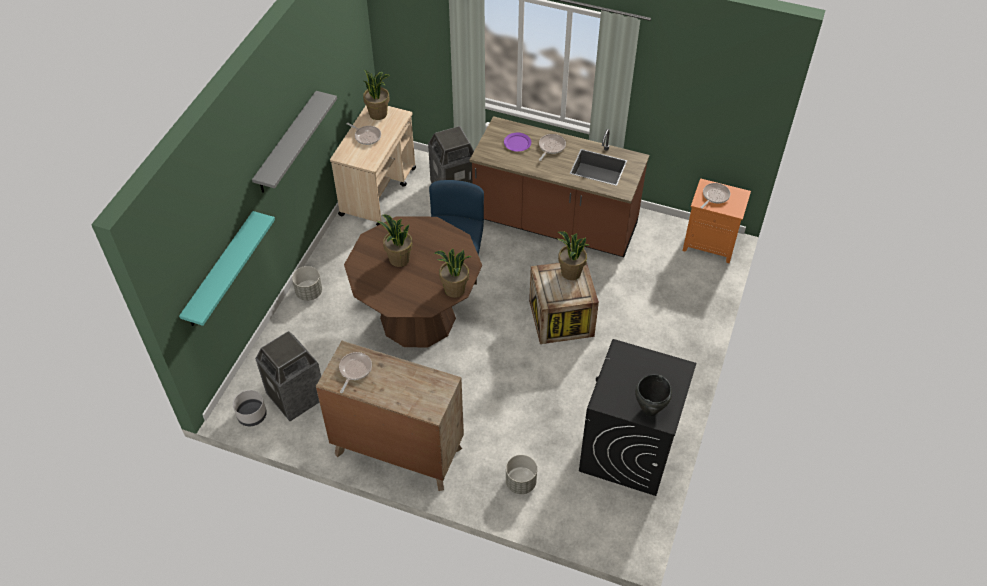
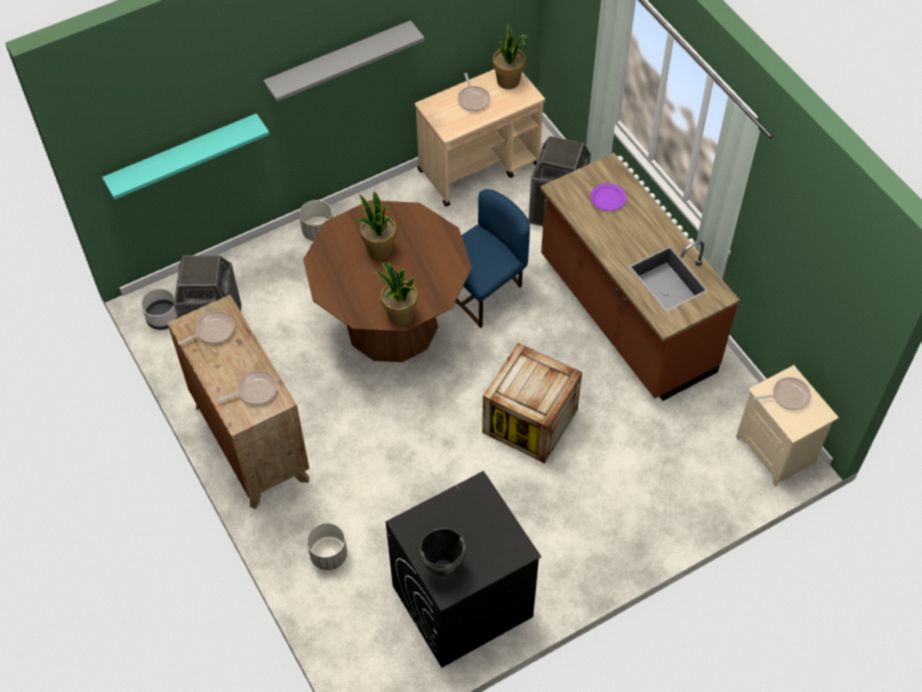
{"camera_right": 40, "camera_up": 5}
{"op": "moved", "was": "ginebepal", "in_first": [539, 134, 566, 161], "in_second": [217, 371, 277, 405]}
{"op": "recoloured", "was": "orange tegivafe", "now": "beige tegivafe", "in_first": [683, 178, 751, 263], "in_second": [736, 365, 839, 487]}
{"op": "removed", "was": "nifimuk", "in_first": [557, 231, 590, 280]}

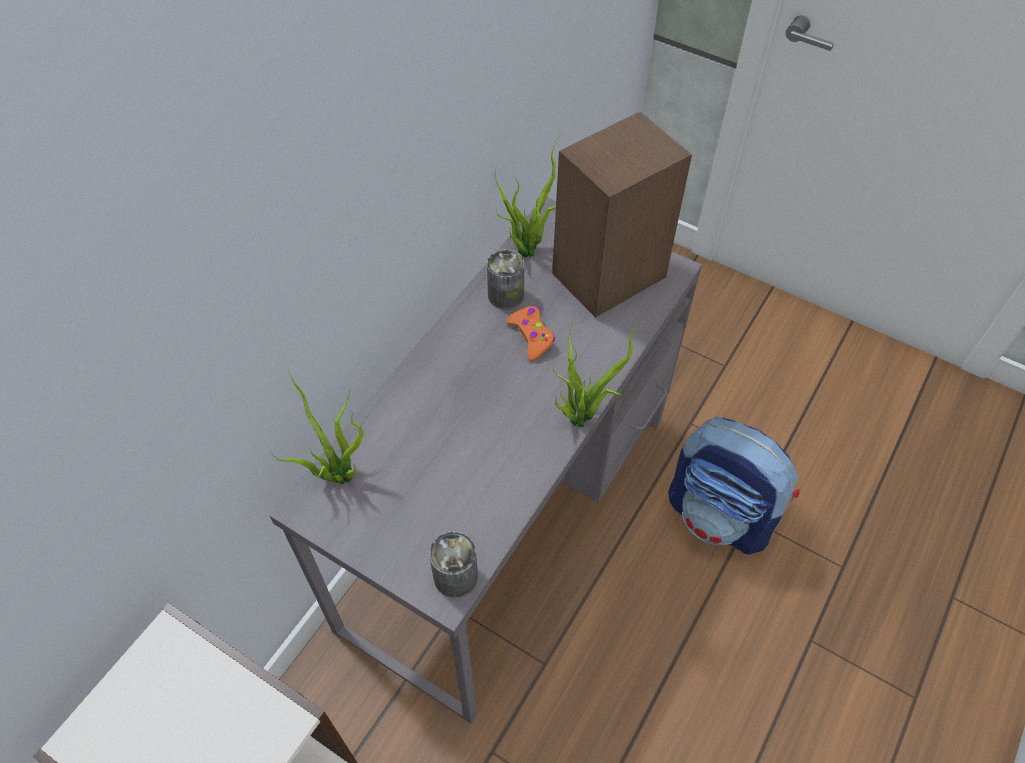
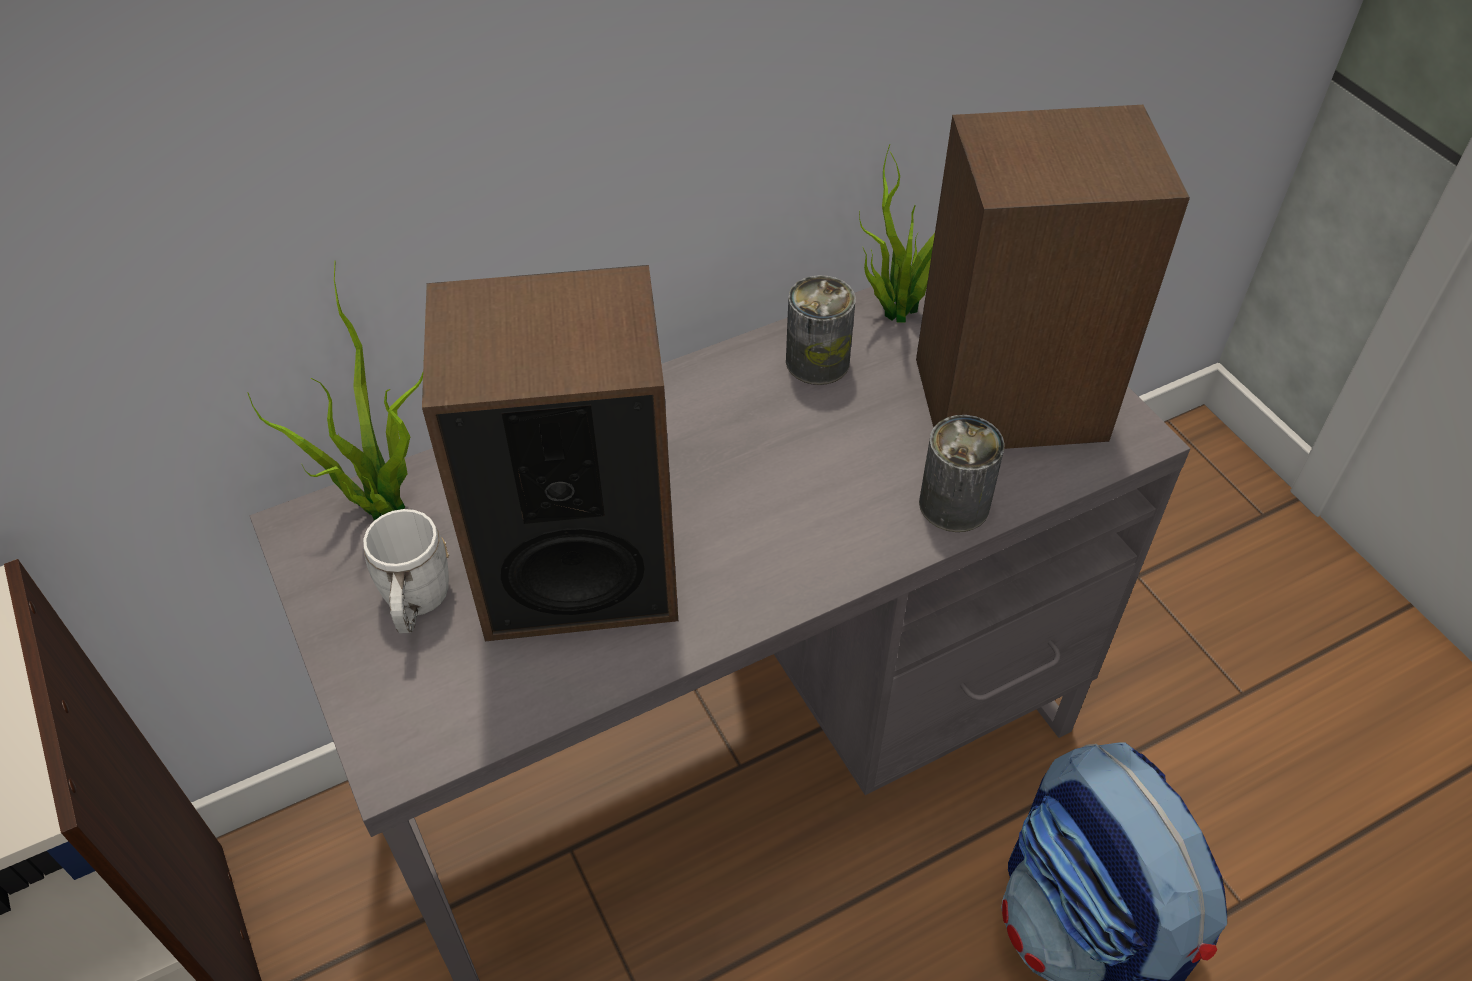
{"camera_right": 30, "camera_up": -5}
{"op": "removed", "was": "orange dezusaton", "in_first": [507, 306, 555, 361]}
{"op": "removed", "was": "nifimuk", "in_first": [553, 318, 647, 427]}
{"op": "moved", "was": "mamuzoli", "in_first": [429, 531, 478, 598], "in_second": [919, 415, 1005, 532]}
{"op": "added", "now": "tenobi", "in_second": [422, 265, 678, 641]}
{"op": "added", "now": "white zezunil", "in_second": [363, 509, 449, 633]}

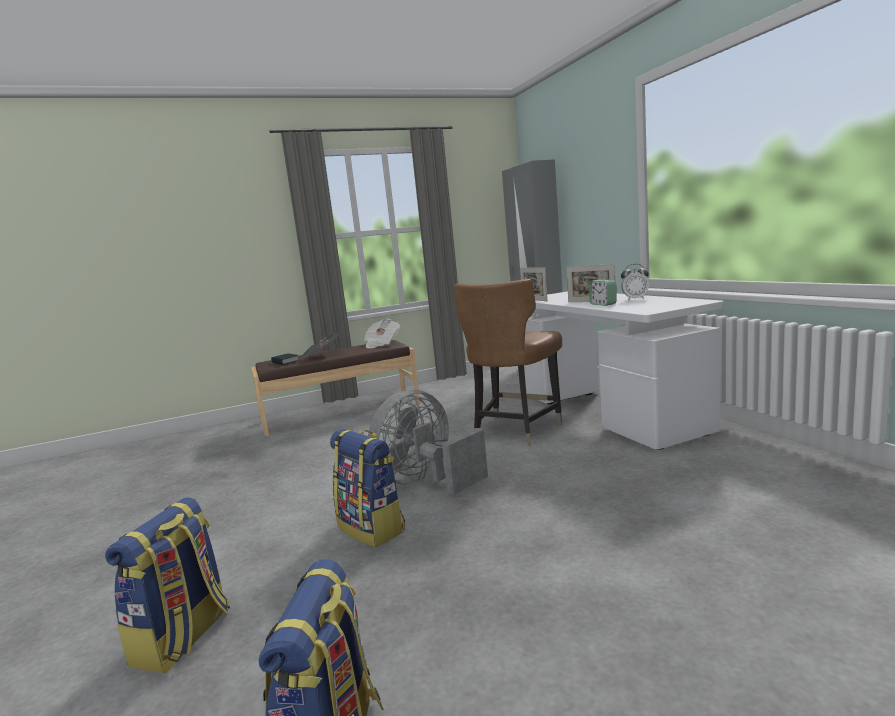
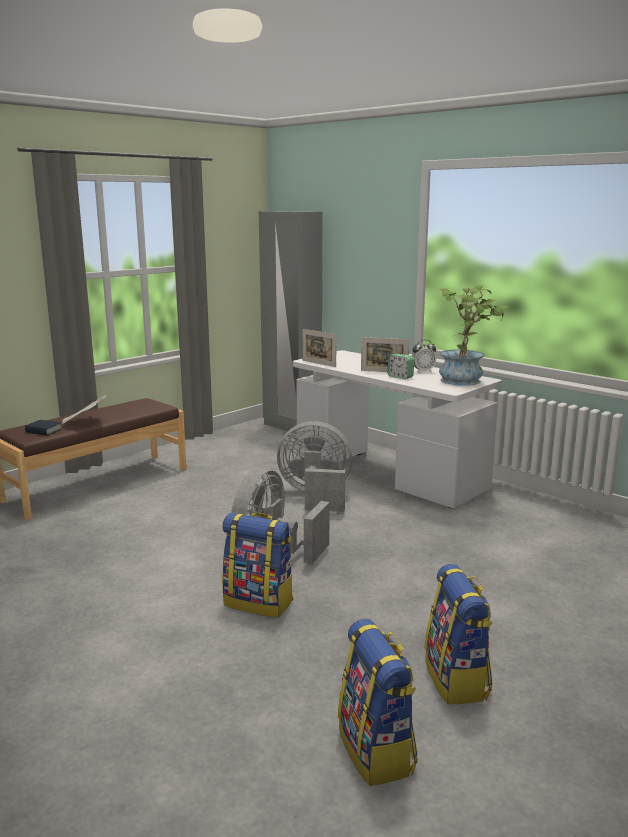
{"camera_right": -25, "camera_up": 5}
{"op": "replaced", "was": "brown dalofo", "now": "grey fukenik", "in_first": [453, 279, 562, 446], "in_second": [277, 421, 352, 512]}
{"op": "removed", "was": "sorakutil", "in_first": [364, 319, 400, 348]}
{"op": "moved", "was": "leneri", "in_first": [105, 497, 230, 673], "in_second": [425, 564, 493, 704]}
{"op": "added", "now": "nifimuk", "in_second": [438, 285, 509, 386]}

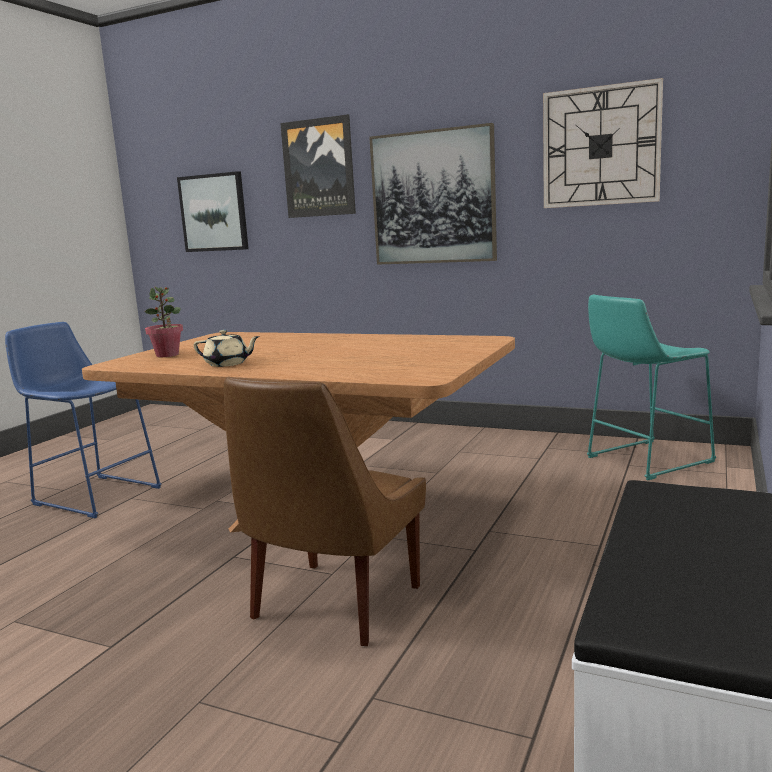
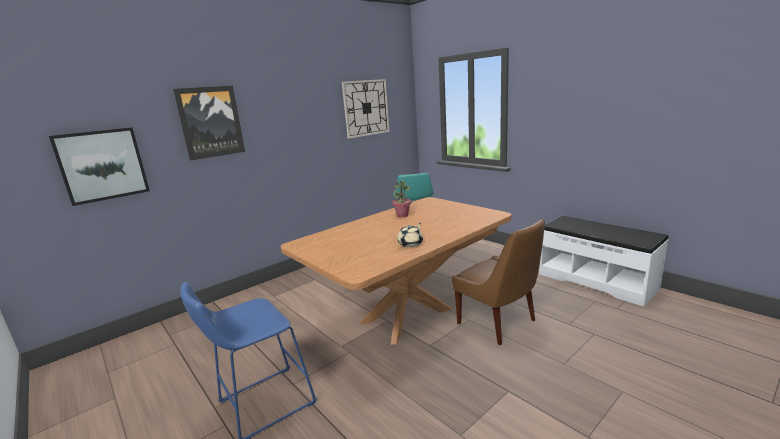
{"camera_right": -65, "camera_up": 5}
{"op": "removed", "was": "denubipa", "in_first": [369, 123, 497, 265]}
{"op": "moved", "was": "nifimuk", "in_first": [145, 287, 183, 357], "in_second": [392, 180, 411, 217]}

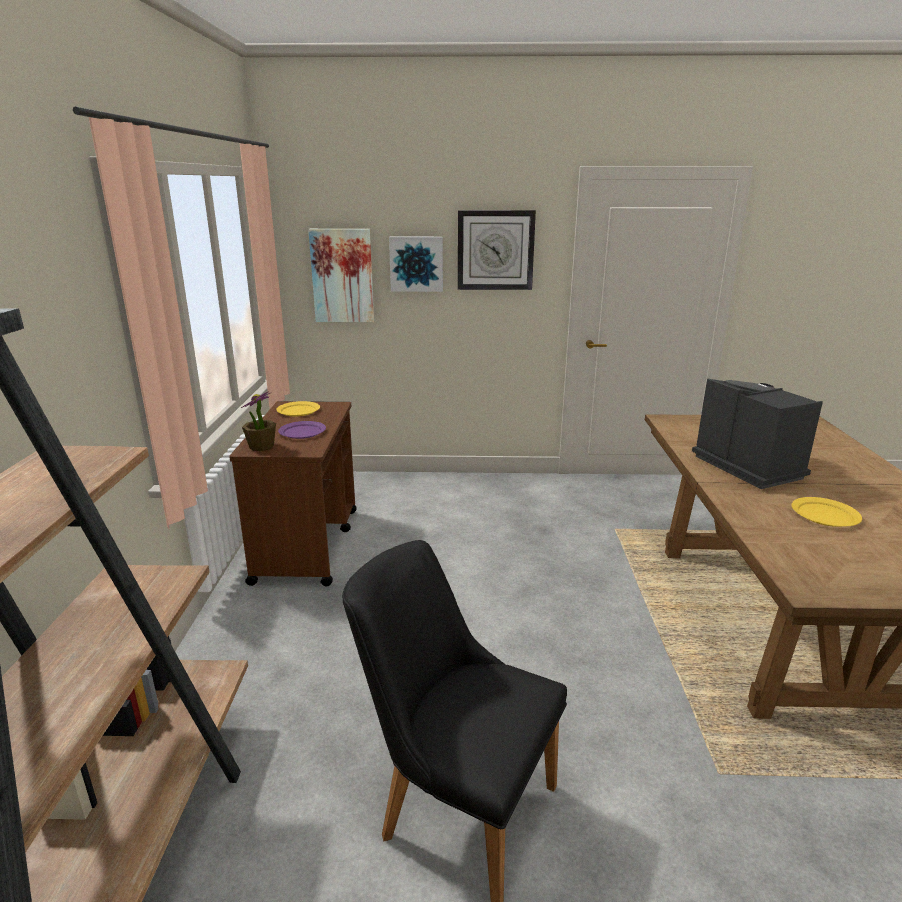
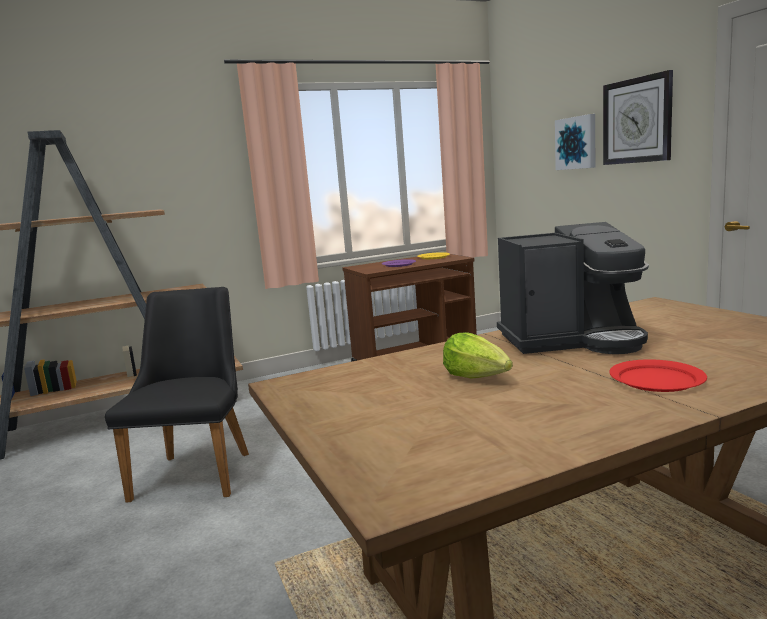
{"camera_right": 65, "camera_up": -10}
{"op": "removed", "was": "denubipa", "in_first": [308, 229, 374, 322]}
{"op": "turned", "was": "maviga", "in_first": [692, 379, 823, 489], "in_second": [497, 222, 649, 354], "clockwise": 45}
{"op": "removed", "was": "nifimuk", "in_first": [241, 392, 276, 451]}
{"op": "replaced", "was": "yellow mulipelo", "now": "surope", "in_first": [792, 497, 862, 527], "in_second": [443, 332, 513, 379]}
{"op": "added", "now": "red mulipelo", "in_second": [609, 359, 707, 392]}

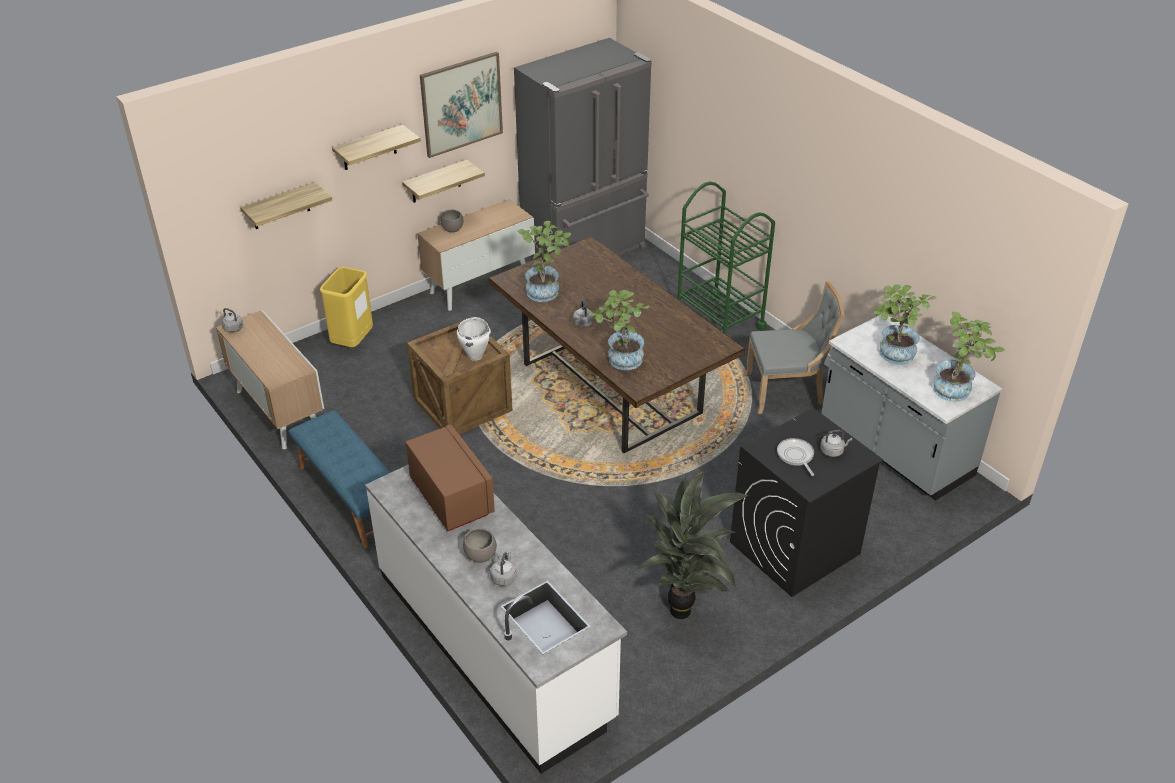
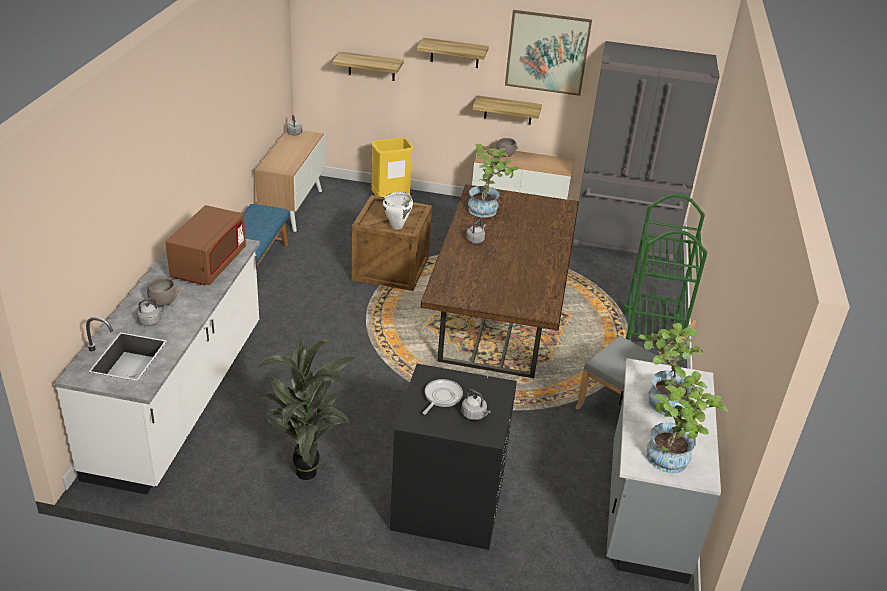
{"camera_right": 45, "camera_up": -5}
{"op": "removed", "was": "nifimuk", "in_first": [589, 290, 650, 370]}

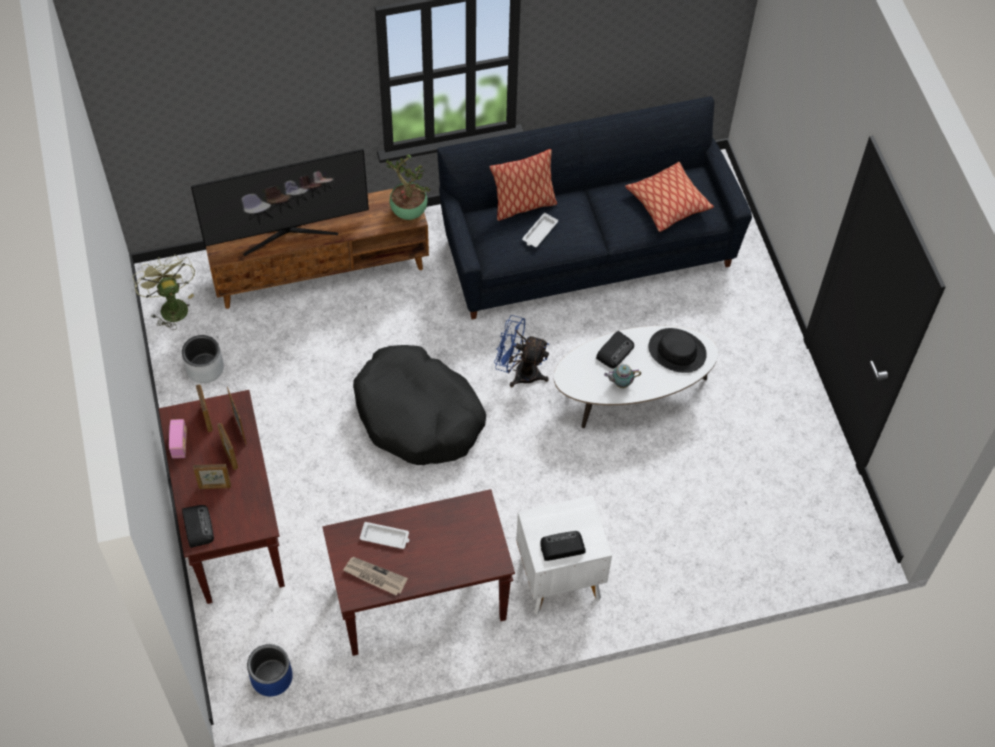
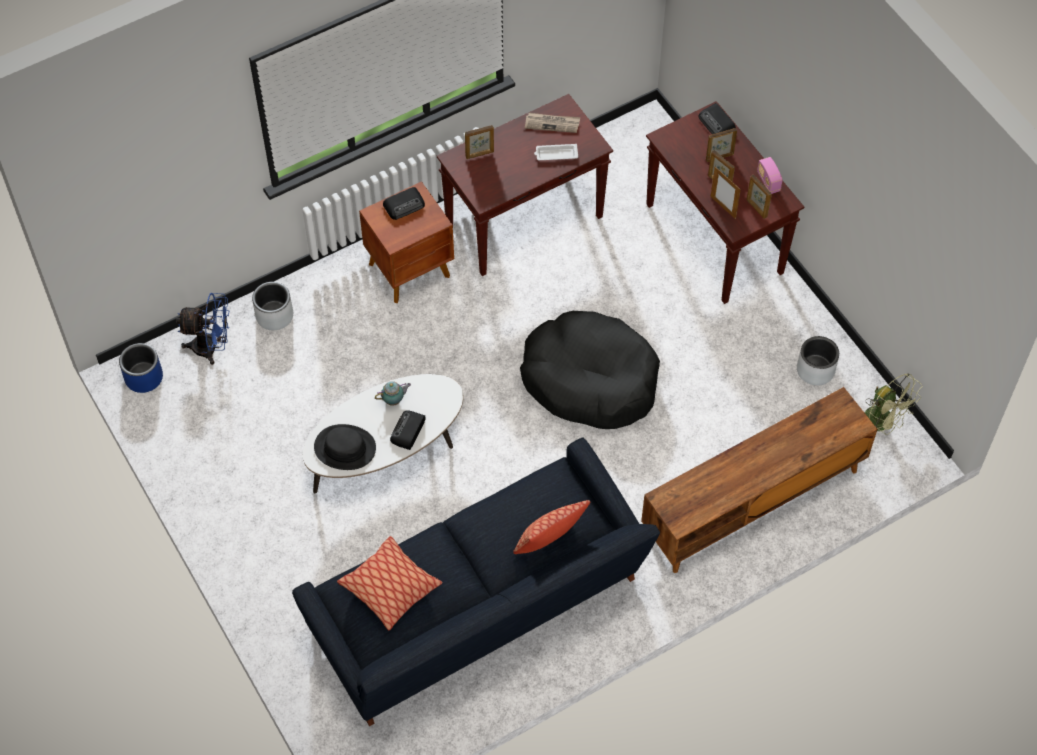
{"camera_right": 165, "camera_up": 0}
{"op": "removed", "was": "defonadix", "in_first": [191, 149, 369, 256]}
{"op": "removed", "was": "nifimuk", "in_first": [385, 154, 431, 220]}
{"op": "removed", "was": "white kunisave", "in_first": [522, 213, 558, 247]}
{"op": "moved", "was": "blue fukenik", "in_first": [494, 315, 549, 387], "in_second": [176, 293, 229, 365]}
{"op": "recoloured", "was": "white tegivafe", "now": "brown tegivafe", "in_first": [516, 495, 612, 615], "in_second": [359, 181, 454, 303]}
{"op": "moved", "was": "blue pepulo", "in_first": [247, 644, 293, 697], "in_second": [119, 343, 163, 393]}
{"op": "added", "now": "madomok", "in_second": [465, 125, 494, 159]}
{"op": "added", "now": "grey pepulo", "in_second": [252, 282, 293, 330]}

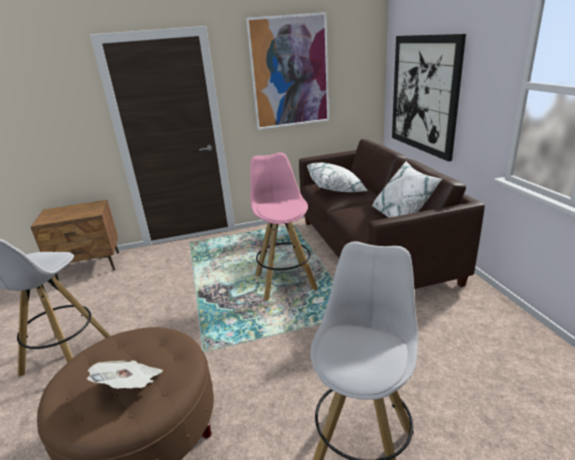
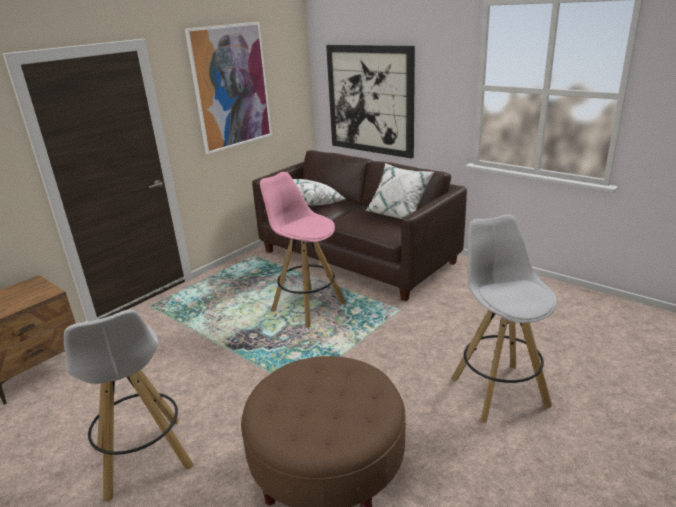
{"camera_right": -35, "camera_up": 0}
{"op": "removed", "was": "sorakutil", "in_first": [87, 360, 163, 389]}

